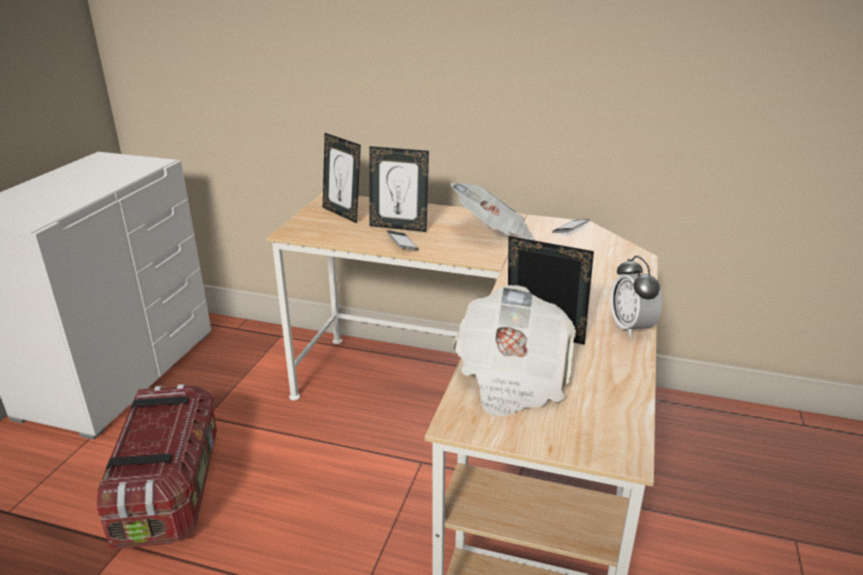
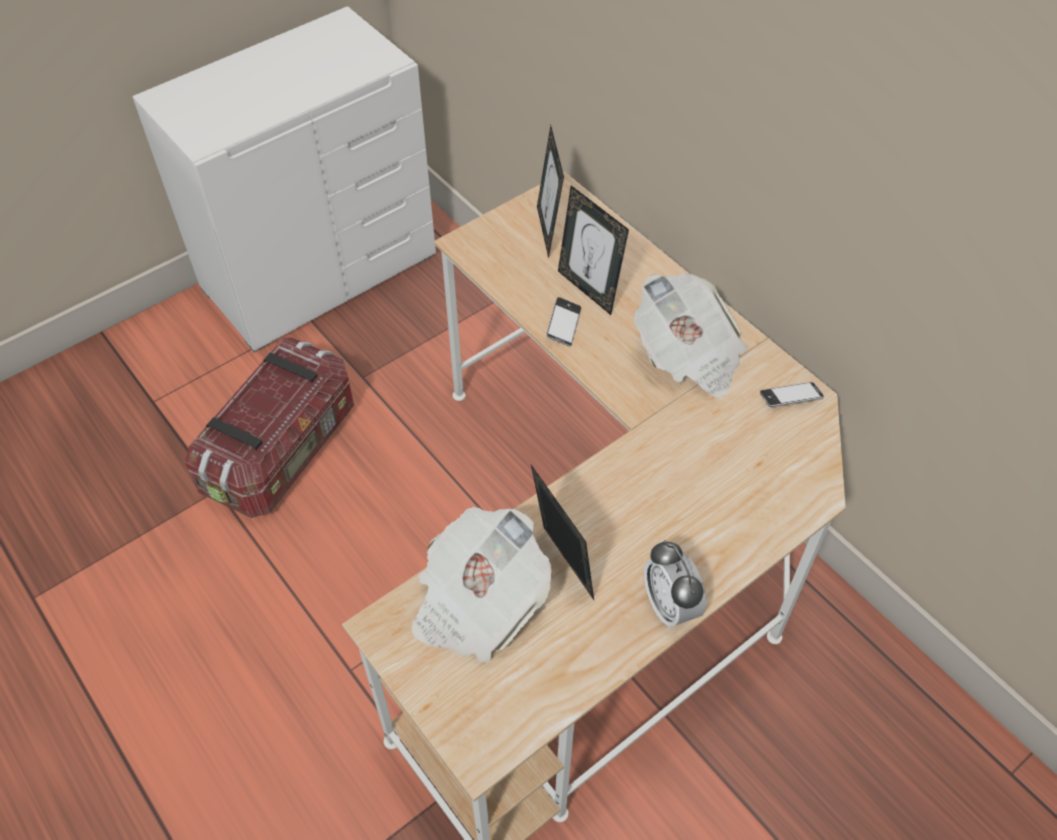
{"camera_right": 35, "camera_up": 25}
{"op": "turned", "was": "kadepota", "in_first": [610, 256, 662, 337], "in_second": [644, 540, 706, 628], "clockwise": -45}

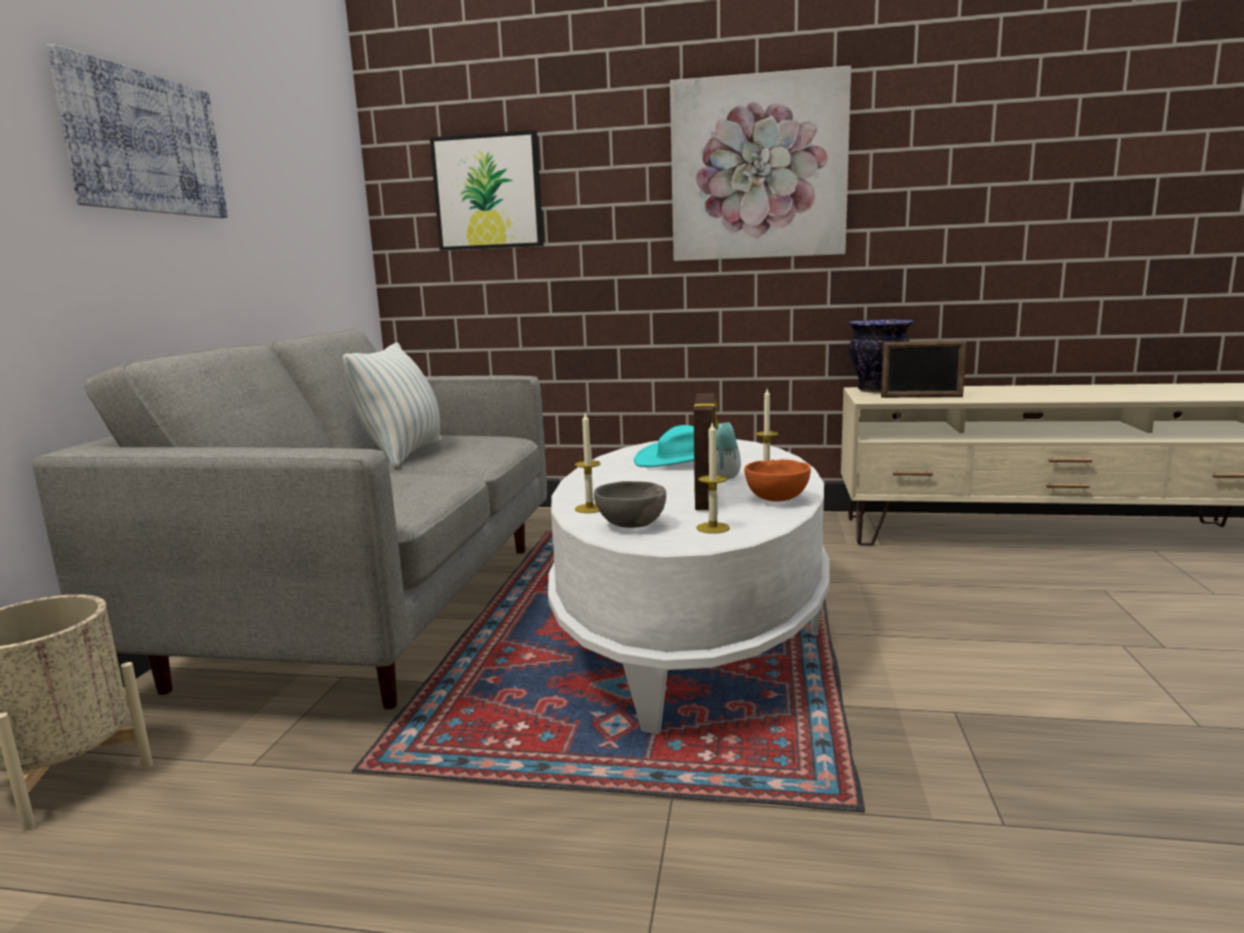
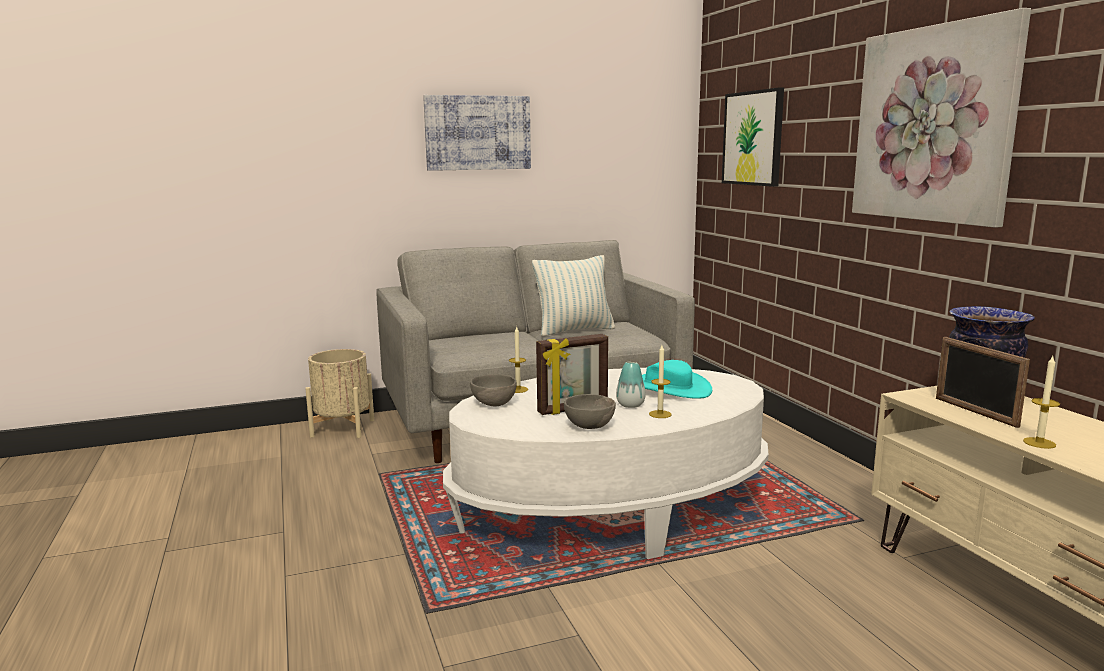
{"camera_right": 60, "camera_up": 0}
{"op": "moved", "was": "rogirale", "in_first": [696, 423, 730, 534], "in_second": [1023, 356, 1060, 449]}
{"op": "recoloured", "was": "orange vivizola", "now": "grey vivizola", "in_first": [744, 459, 811, 502], "in_second": [564, 394, 616, 429]}

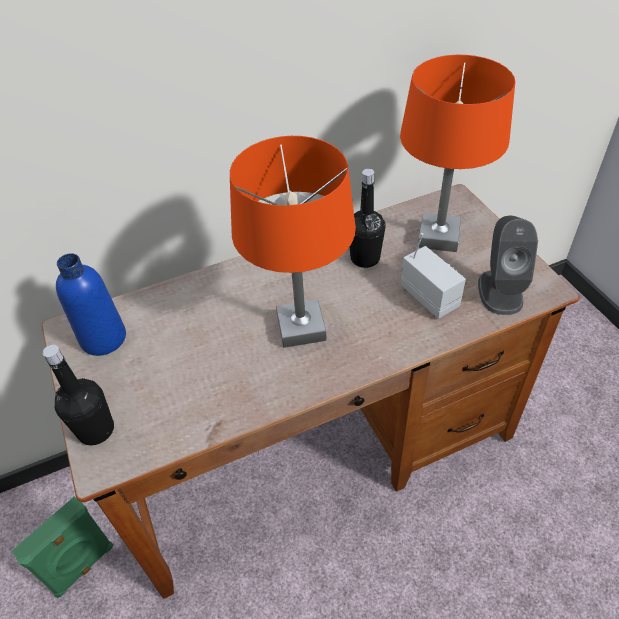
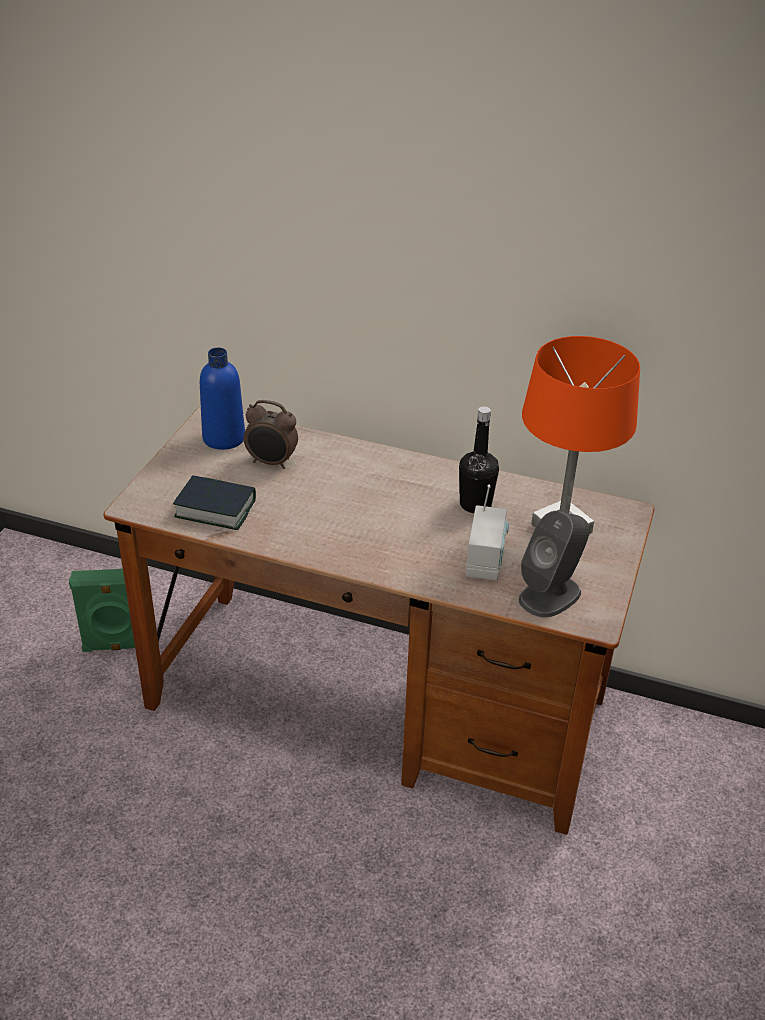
{"camera_right": 40, "camera_up": -10}
{"op": "removed", "was": "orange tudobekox", "in_first": [230, 136, 356, 348]}
{"op": "removed", "was": "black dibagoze", "in_first": [42, 345, 114, 445]}
{"op": "added", "now": "kadepota", "in_second": [244, 400, 298, 469]}
{"op": "added", "now": "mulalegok", "in_second": [173, 475, 256, 530]}

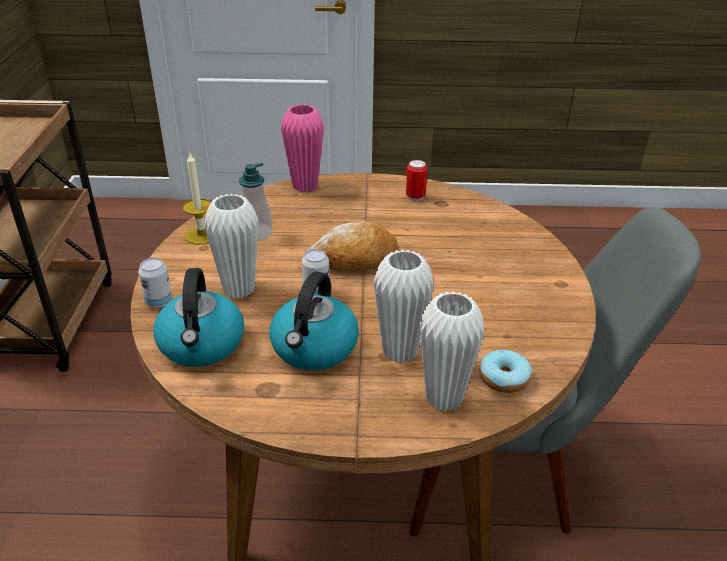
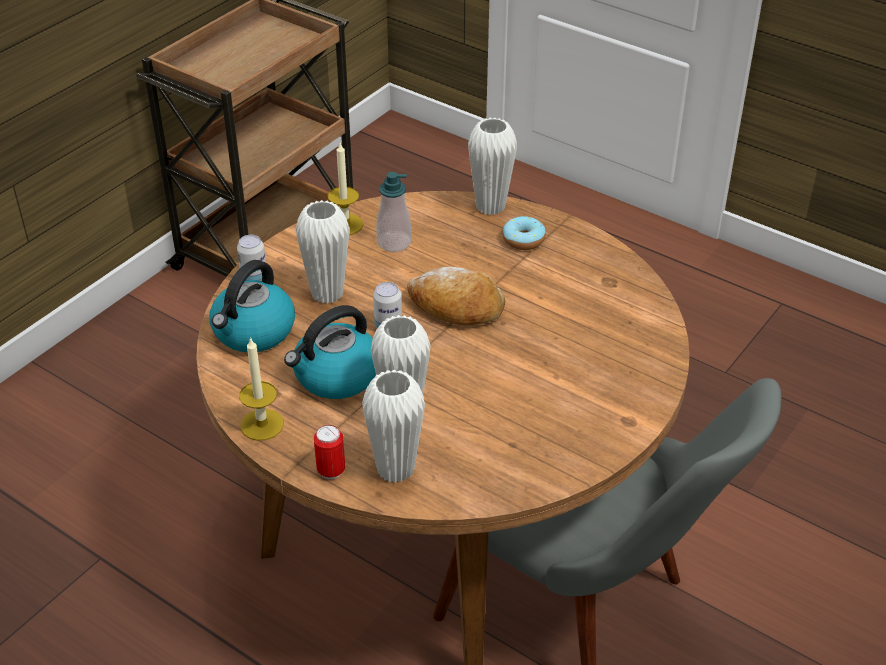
{"camera_right": 35, "camera_up": 5}
{"op": "recoloured", "was": "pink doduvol", "now": "white doduvol", "in_first": [281, 104, 324, 192], "in_second": [468, 118, 517, 215]}
{"op": "moved", "was": "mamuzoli", "in_first": [406, 160, 427, 201], "in_second": [314, 425, 345, 479]}
{"op": "moved", "was": "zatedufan", "in_first": [480, 350, 532, 393], "in_second": [503, 216, 546, 250]}
{"op": "added", "now": "rogirale", "in_second": [239, 337, 284, 441]}

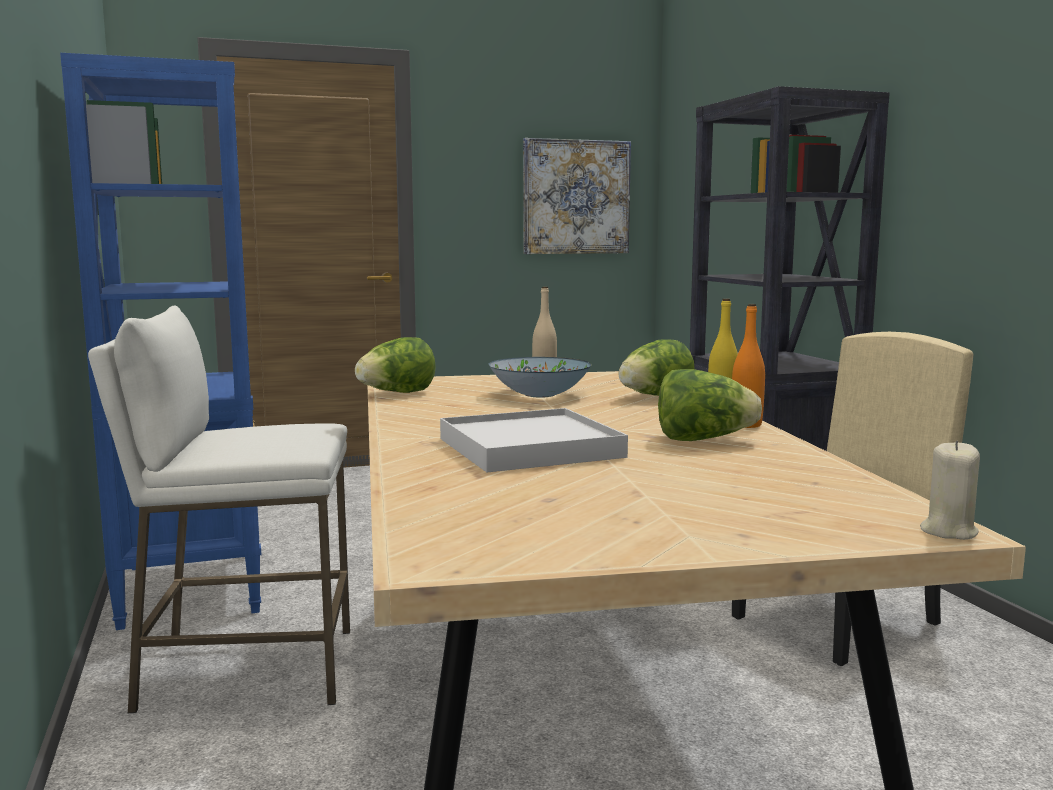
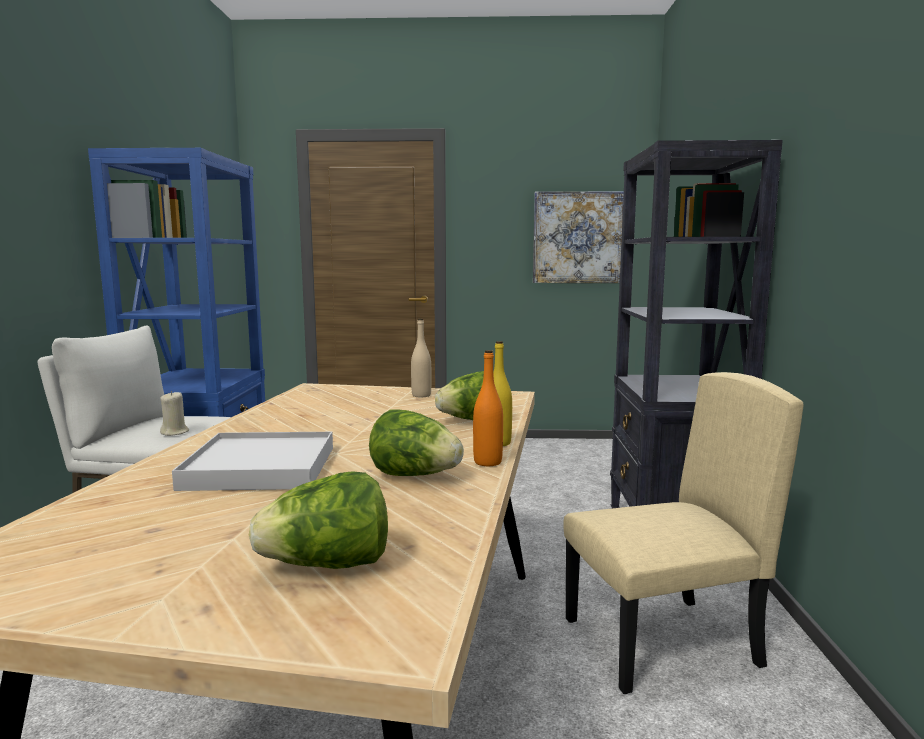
{"camera_right": 20, "camera_up": 0}
{"op": "moved", "was": "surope", "in_first": [355, 337, 436, 393], "in_second": [249, 471, 388, 569]}
{"op": "removed", "was": "vivizola", "in_first": [488, 357, 592, 397]}
{"op": "moved", "was": "beige rogirale", "in_first": [920, 441, 980, 540], "in_second": [160, 391, 189, 436]}

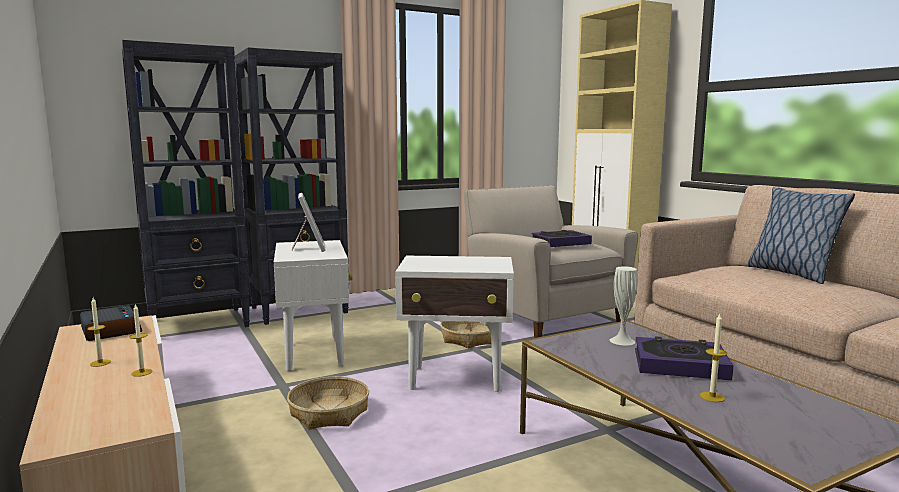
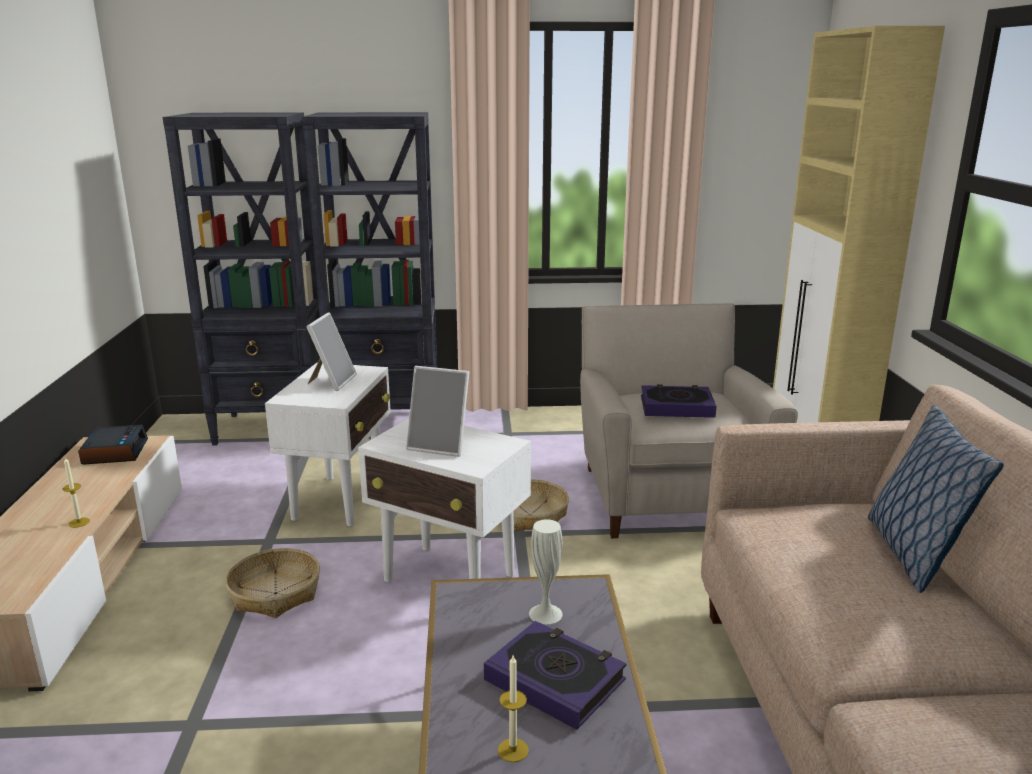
{"camera_right": 25, "camera_up": 10}
{"op": "removed", "was": "rogirale", "in_first": [87, 298, 111, 367]}
{"op": "added", "now": "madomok", "in_second": [406, 366, 469, 457]}

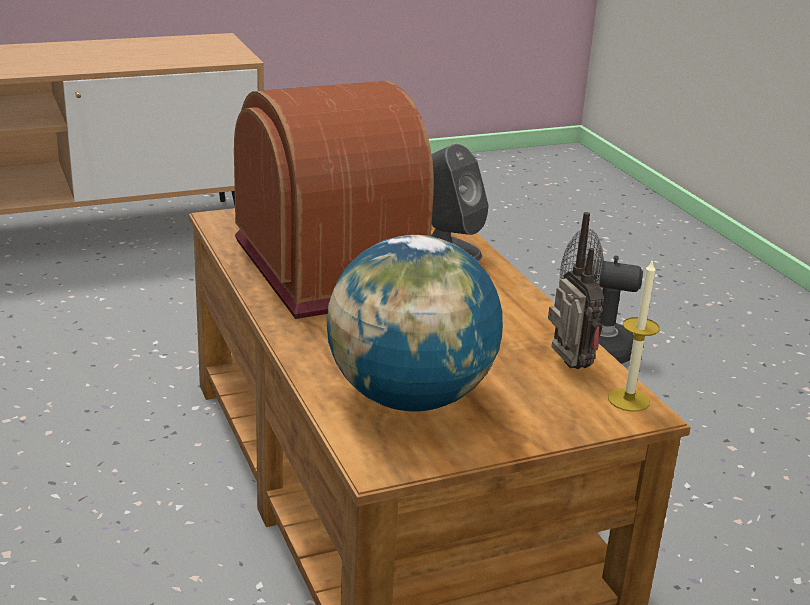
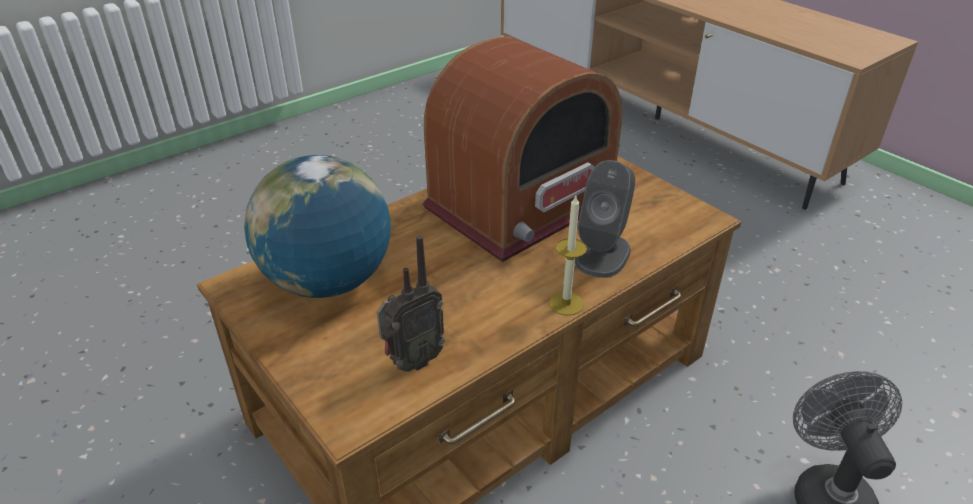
{"camera_right": 75, "camera_up": 10}
{"op": "moved", "was": "rogirale", "in_first": [608, 259, 660, 412], "in_second": [549, 196, 587, 316]}

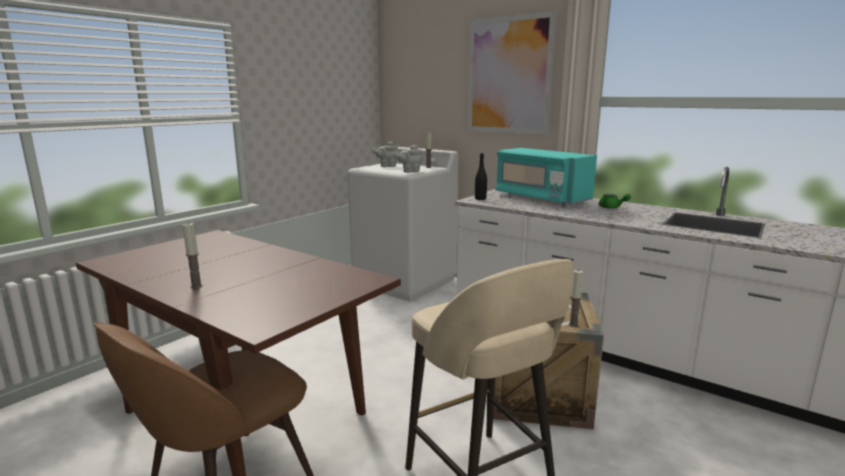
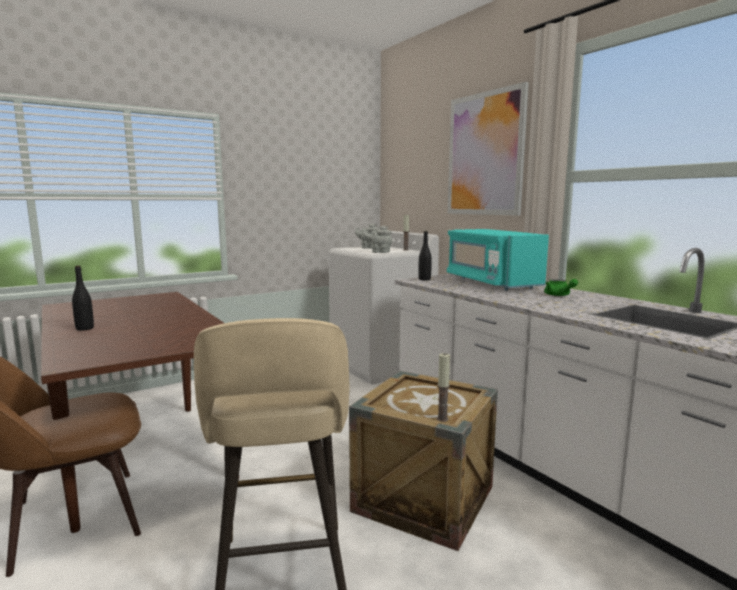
{"camera_right": 20, "camera_up": -5}
{"op": "replaced", "was": "rogirale", "now": "black dibagoze", "in_first": [183, 222, 203, 289], "in_second": [72, 265, 94, 331]}

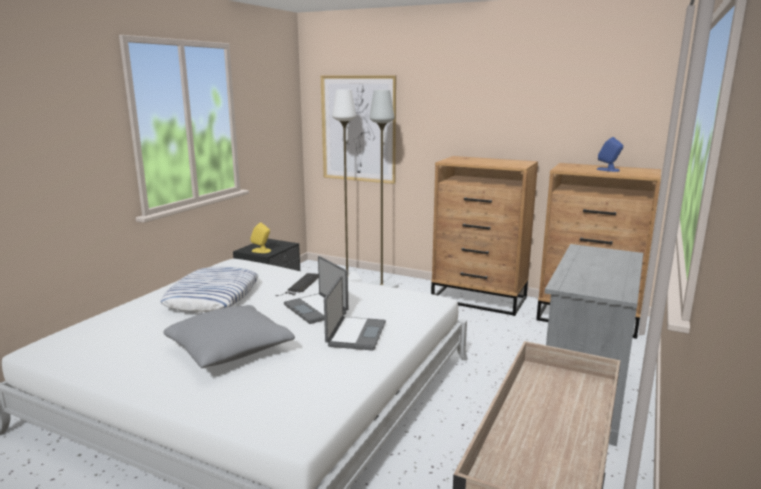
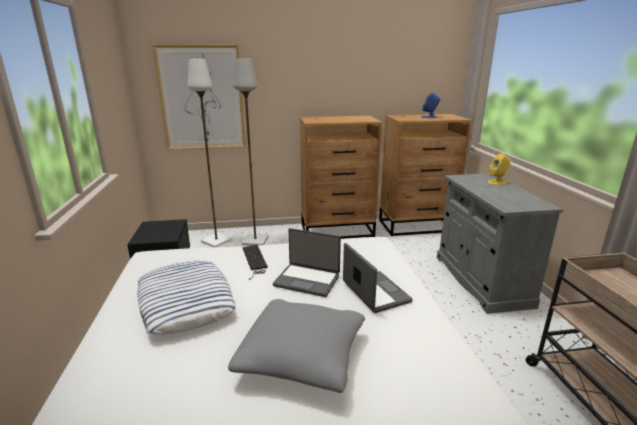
{"camera_right": -35, "camera_up": 5}
{"op": "moved", "was": "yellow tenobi", "in_first": [250, 222, 271, 253], "in_second": [487, 153, 511, 185]}

